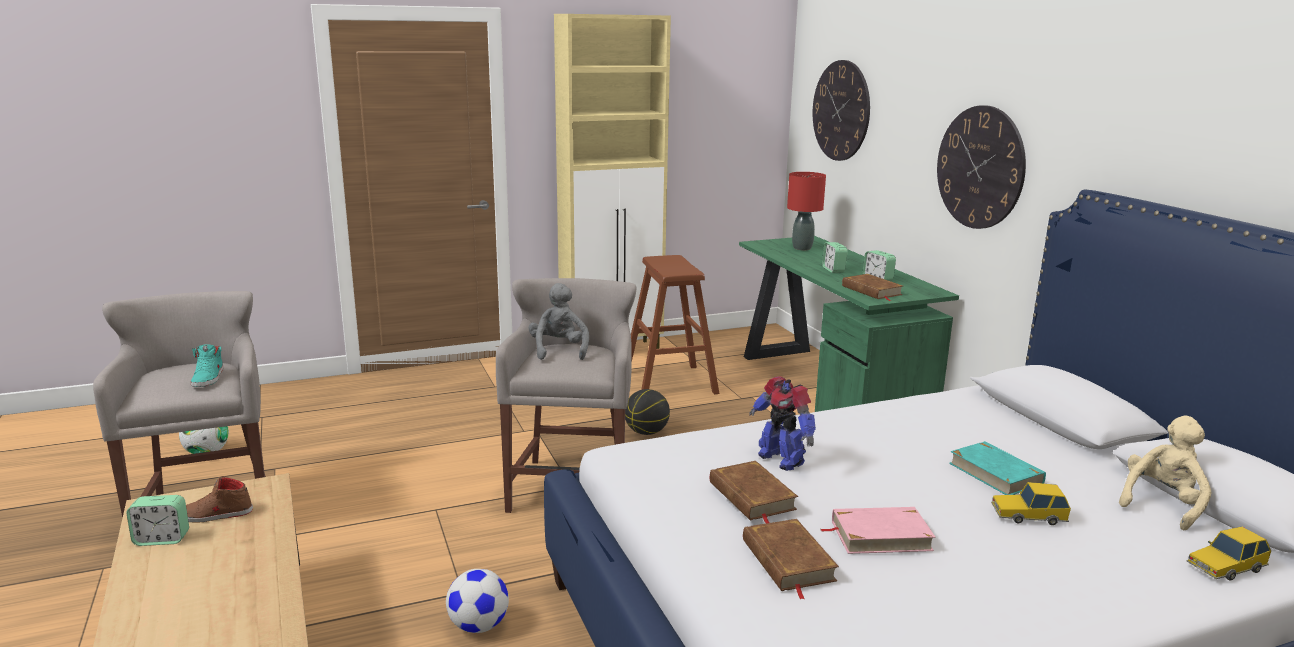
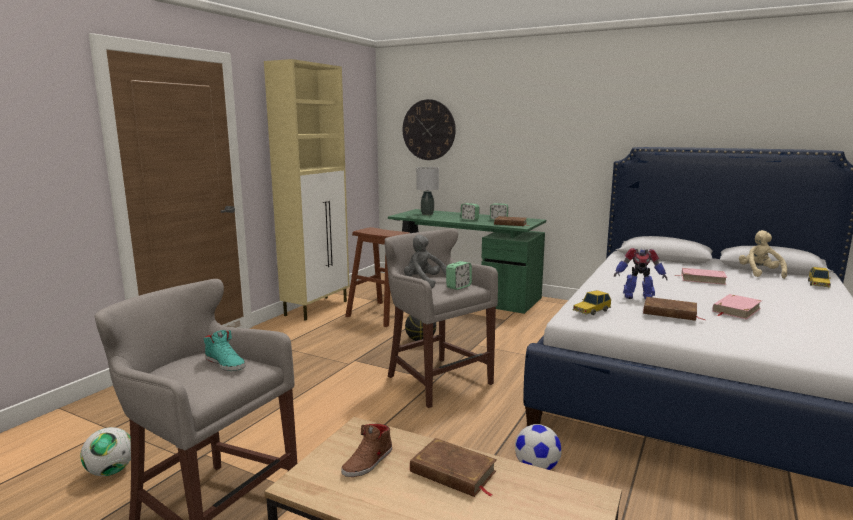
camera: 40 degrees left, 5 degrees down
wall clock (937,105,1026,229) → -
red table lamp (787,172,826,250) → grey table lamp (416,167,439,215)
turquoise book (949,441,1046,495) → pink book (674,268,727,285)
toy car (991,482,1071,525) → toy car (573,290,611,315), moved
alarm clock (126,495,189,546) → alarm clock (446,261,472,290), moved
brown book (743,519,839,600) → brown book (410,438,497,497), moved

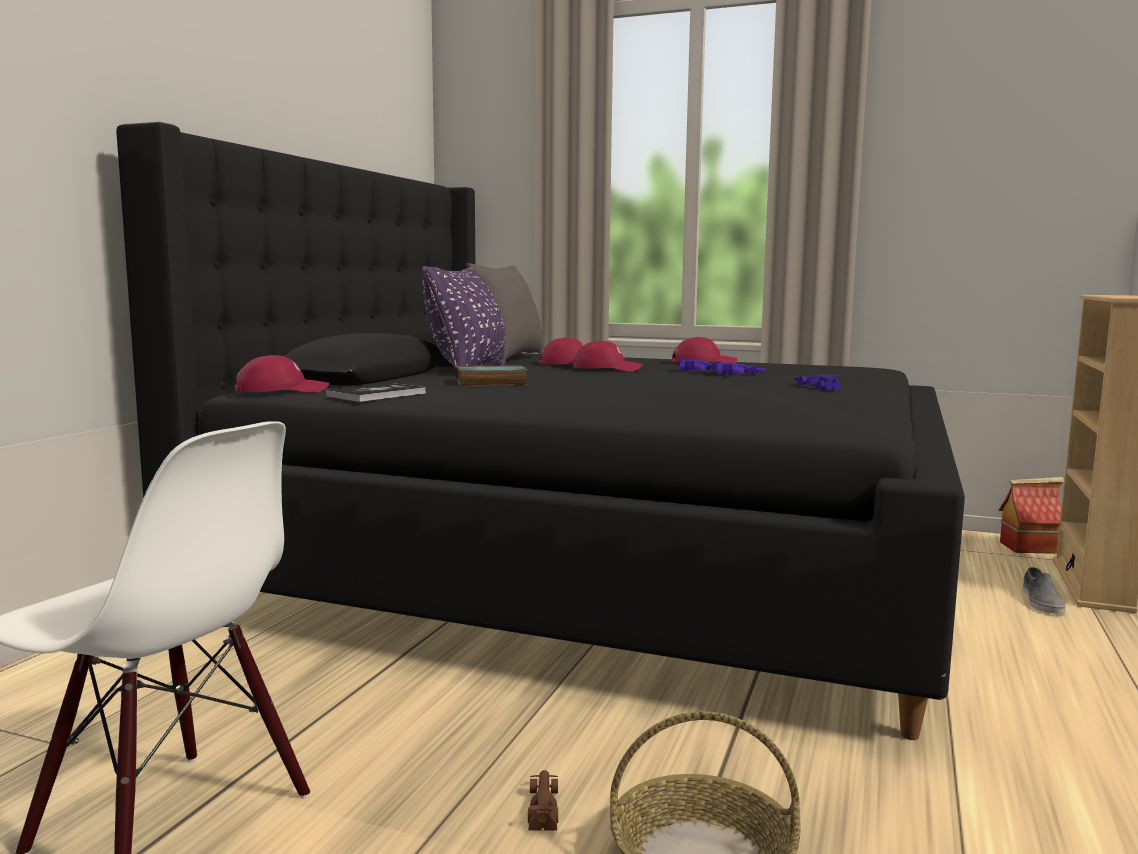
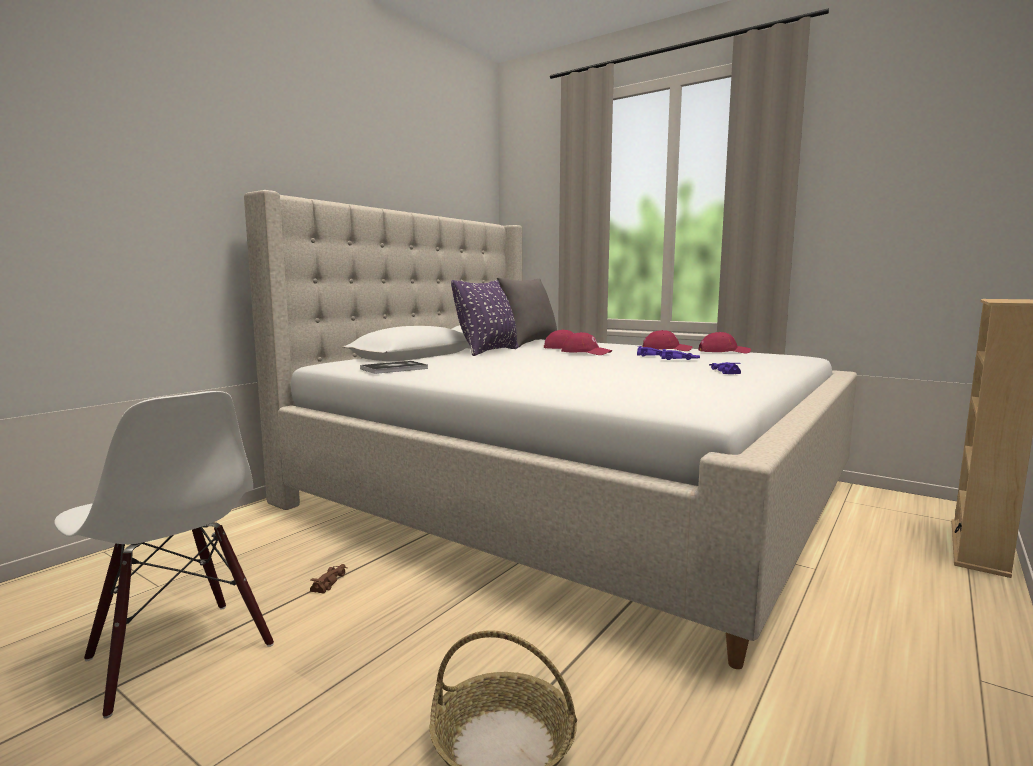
camera: 15 degrees right, 0 degrees up
black bed (116,122,965,740) → beige bed (244,190,857,669)
red cap (235,355,330,393) → red cap (698,332,751,353), moved
book (456,365,528,386) → -
toy house (999,477,1064,554) → -
grey shoe (1023,567,1066,614) → -
brown toy car (528,770,559,830) → brown toy car (310,564,347,594), moved

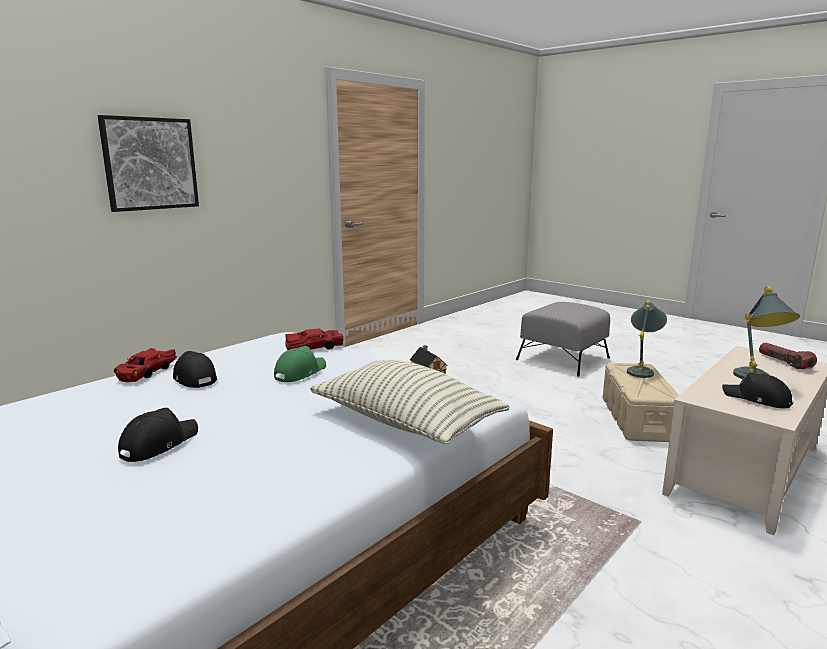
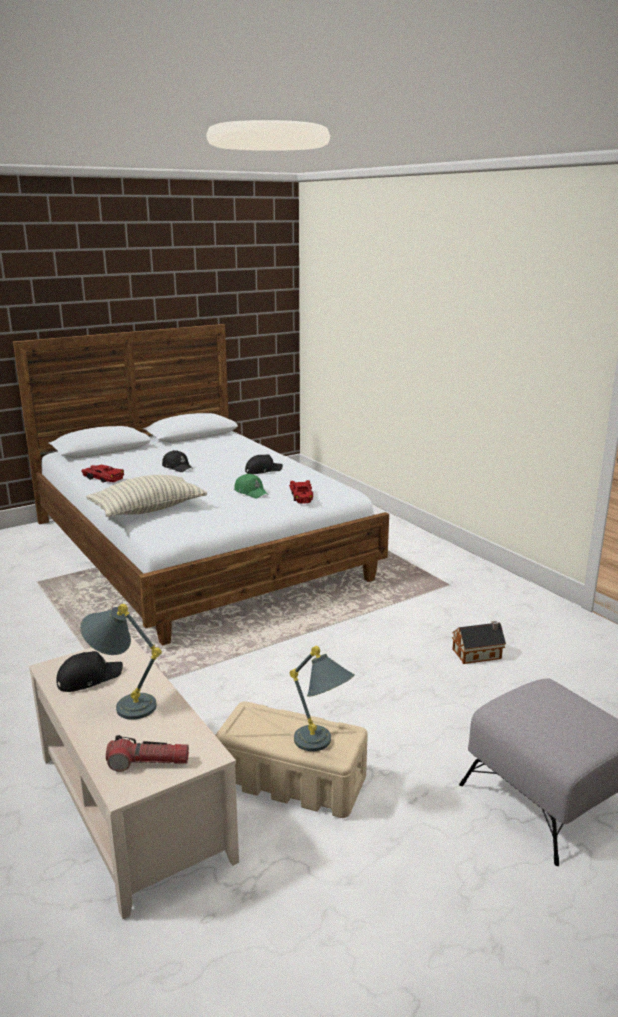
camera: 105 degrees right, 5 degrees up
picture (98,115,199,212) → -
red toy car (114,348,177,382) → red toy car (81,465,124,483), moved

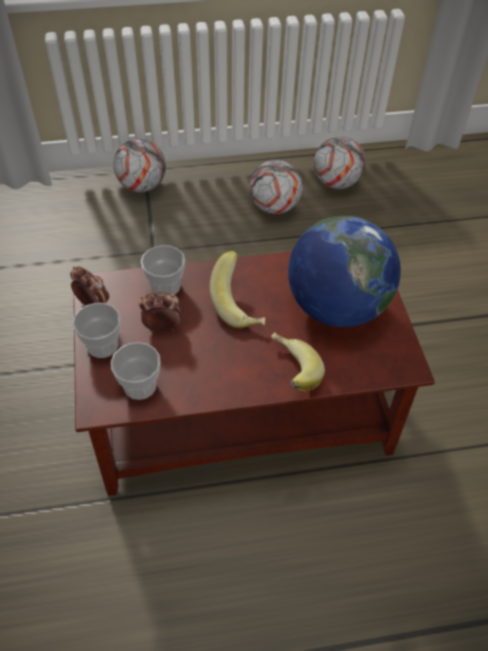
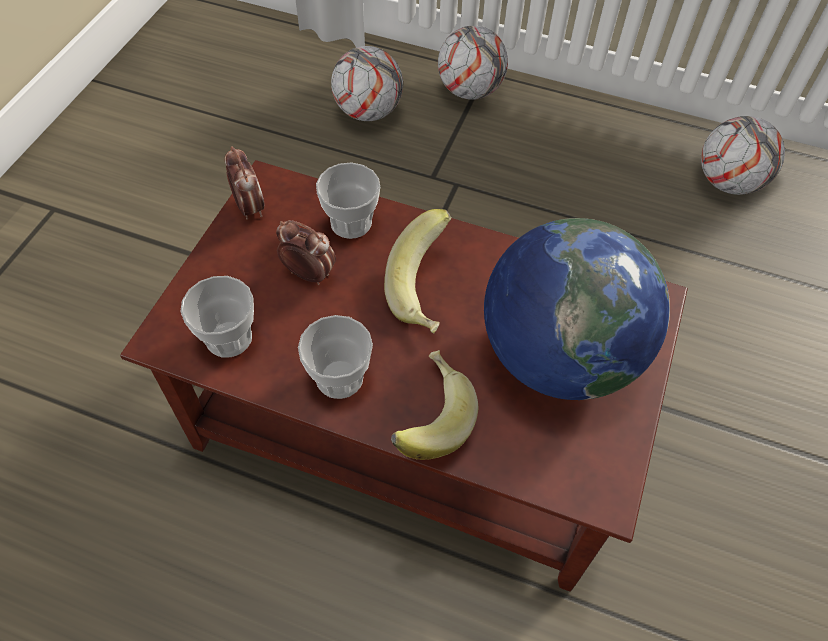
camera: 30 degrees right, 5 degrees up
football (249,160,303,214) → football (331,46,403,121), moved
cup (73,303,121,358) → cup (298,315,373,399), moved

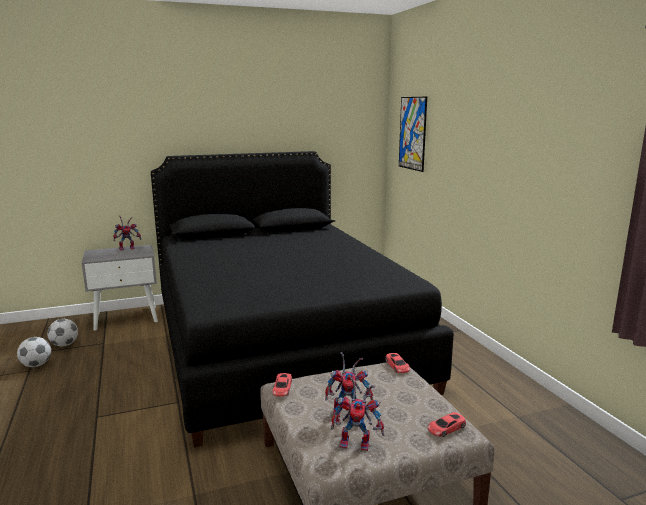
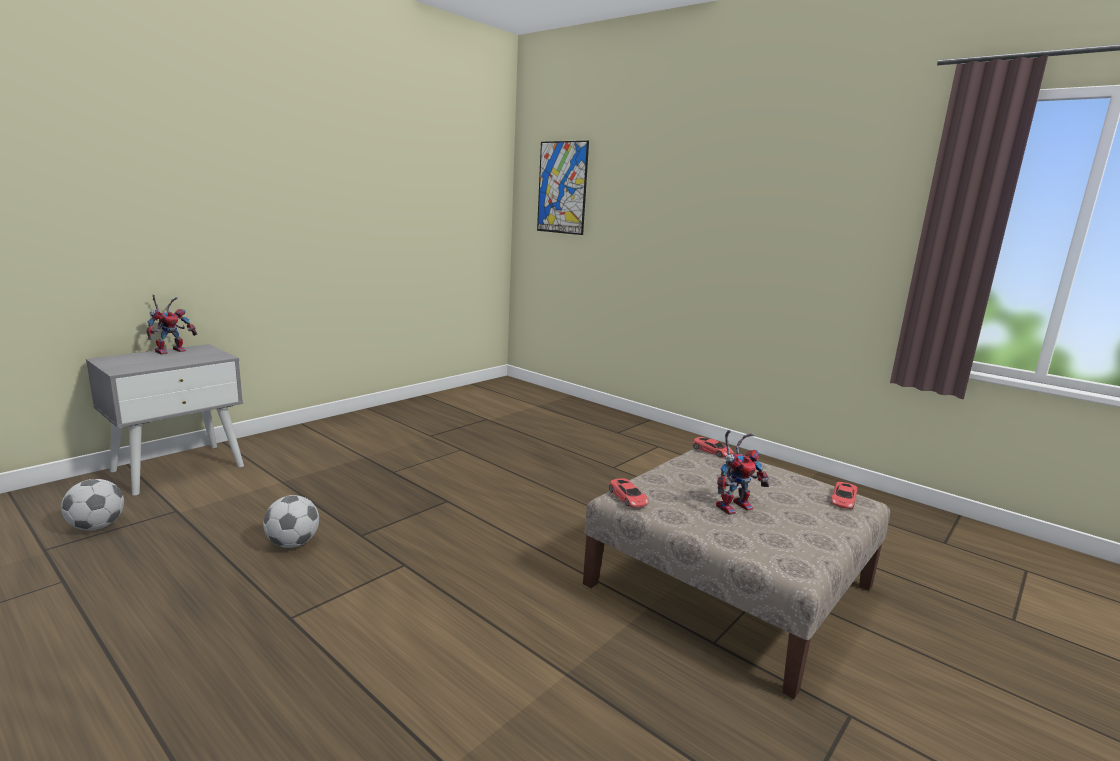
camera: 30 degrees left, 0 degrees up
black bed (151,151,454,447) → -
football (17,337,51,367) → football (263,495,319,548), moved
toy robot (331,377,384,451) → -

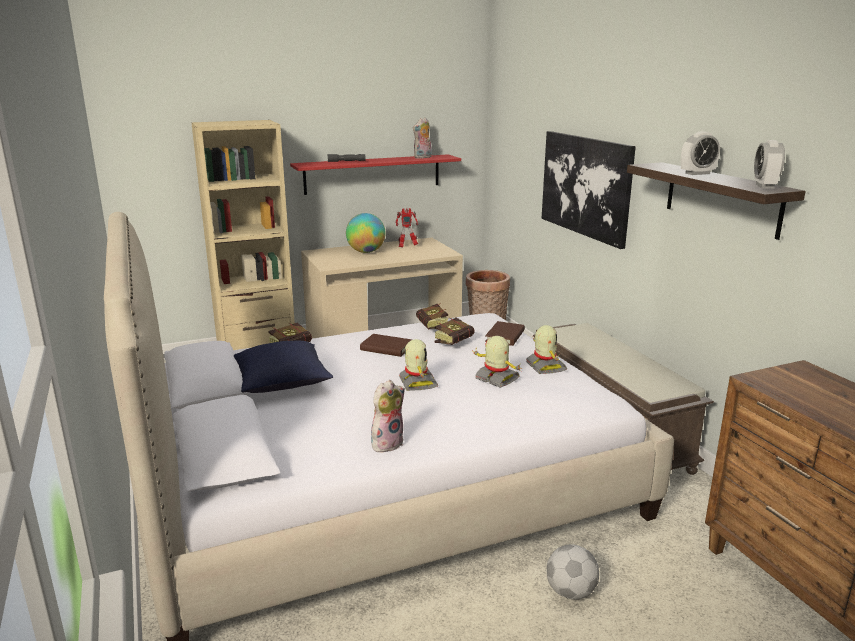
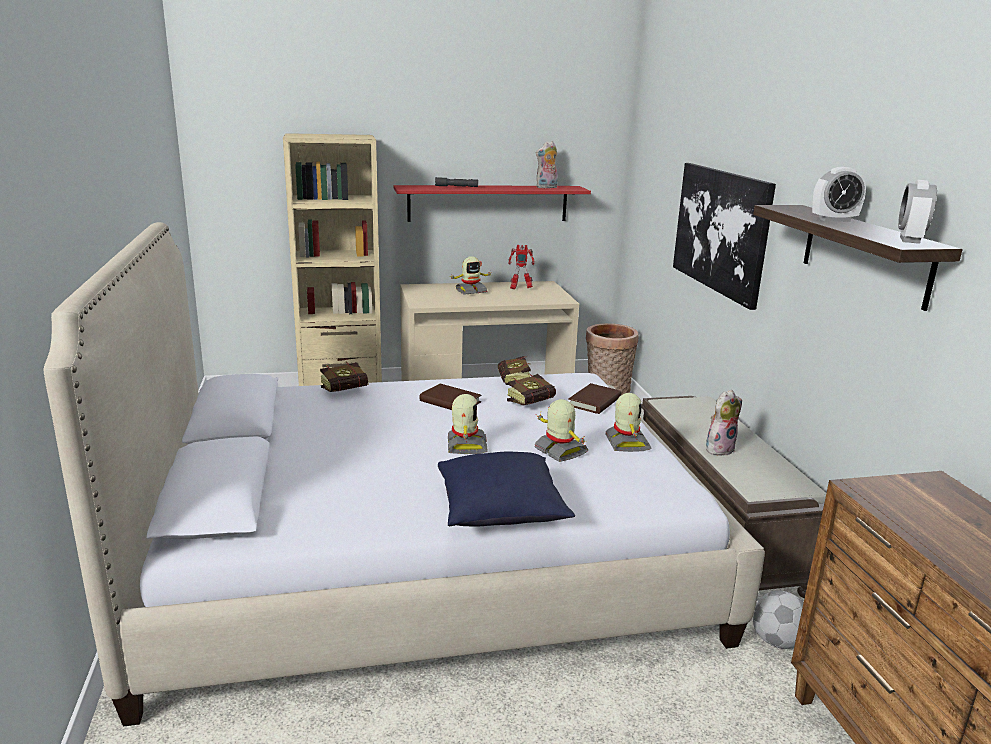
camera: 10 degrees right, 0 degrees up
globe (346,213,386,253) → toy robot (450,256,492,294)
blue pillow (234,341,333,393) → blue pillow (438,452,575,527), moved
plush toy (371,380,405,452) → plush toy (706,390,742,456), moved
football (547,544,599,600) → football (753,591,804,649), moved

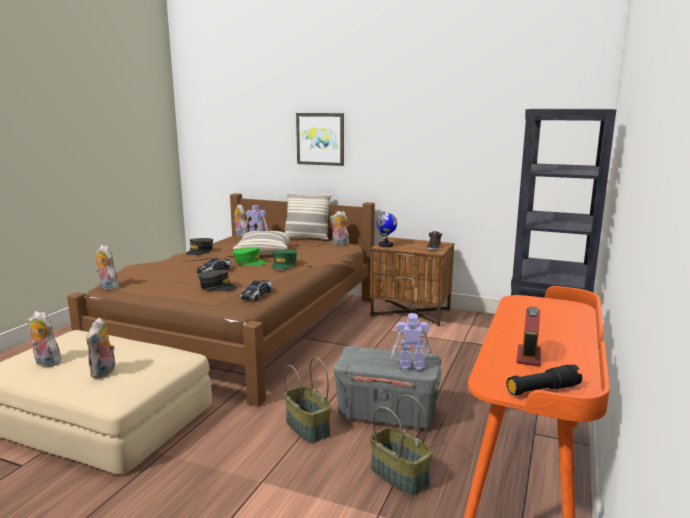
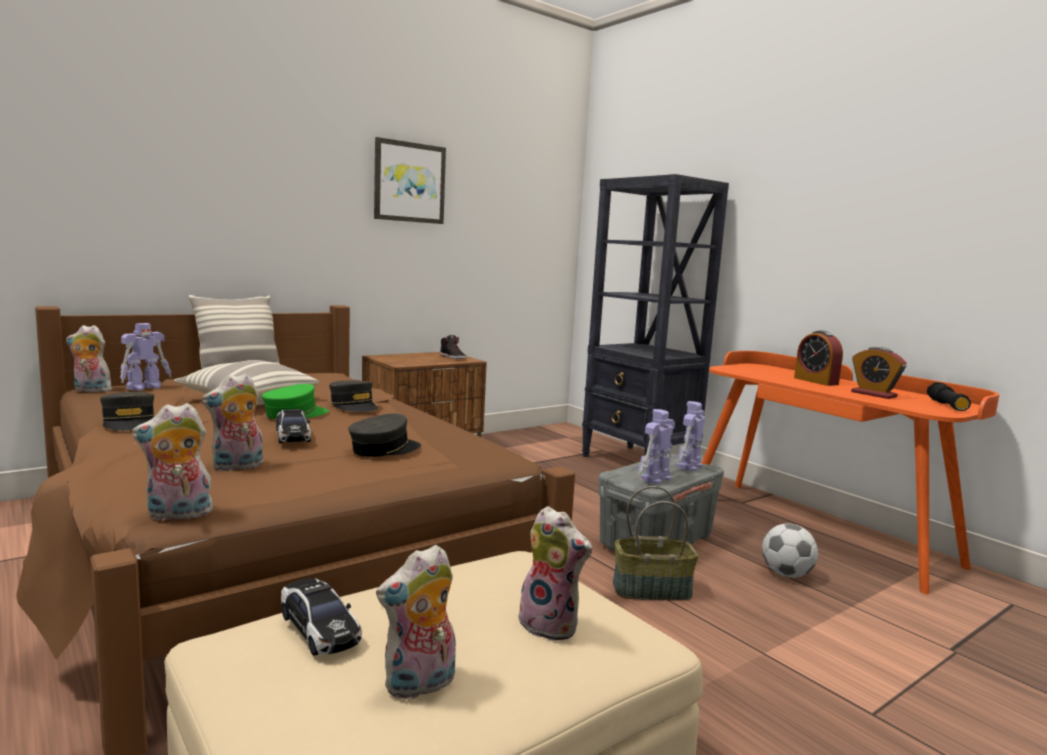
camera: 60 degrees left, 5 degrees down
picture (296,113,344,166) → picture (374,137,446,224), moved
plush toy (330,211,349,245) → plush toy (202,373,263,472), moved
globe (376,211,397,247) → -
green cap (272,249,297,269) → grey cap (329,381,378,412)
toy car (240,280,272,301) → toy car (281,578,362,656), moved
basket (370,395,433,496) → football (762,523,818,578)
- → alarm clock (794,331,843,386)
- → toy robot (638,409,675,484)

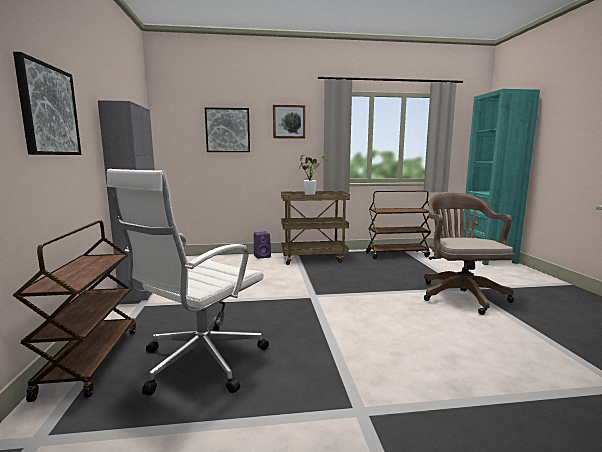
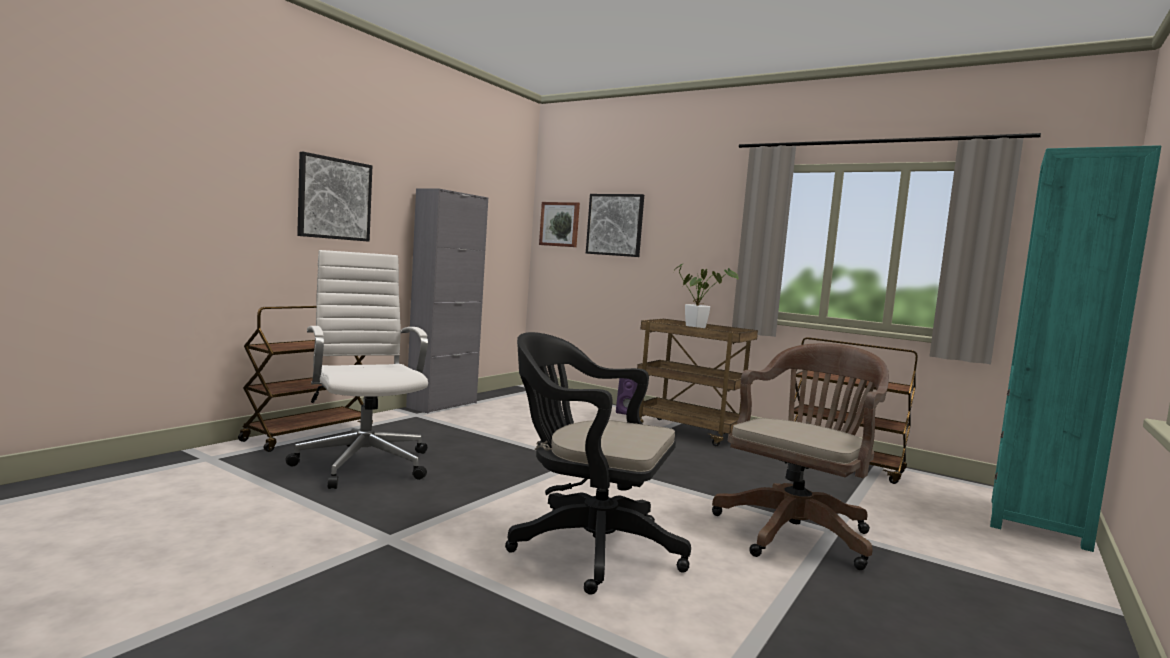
camera: 40 degrees right, 5 degrees down
picture (273,105,305,139) → picture (539,202,580,247), moved
white office chair (107,169,269,395) → white office chair (285,250,428,489), 75 degrees clockwise
- → black office chair (505,332,691,595)

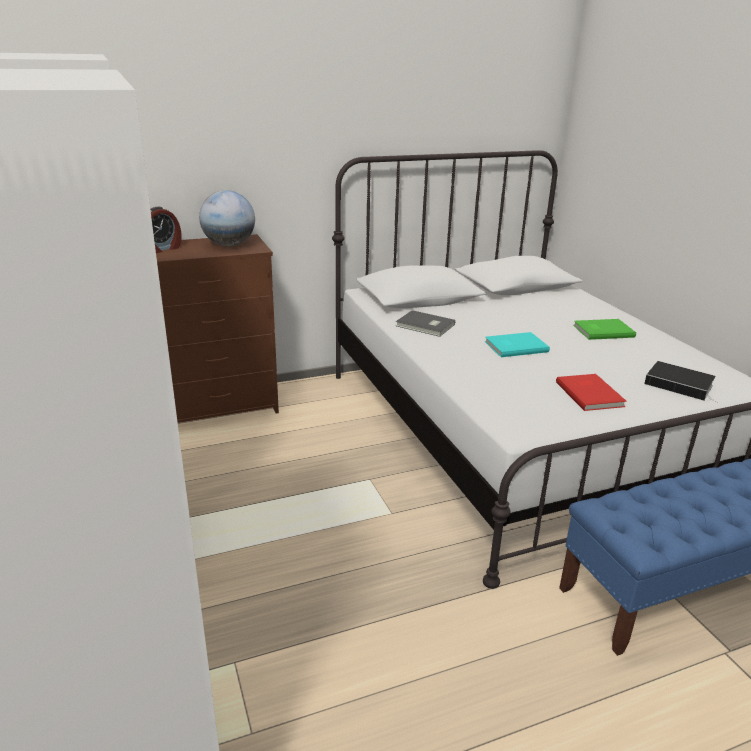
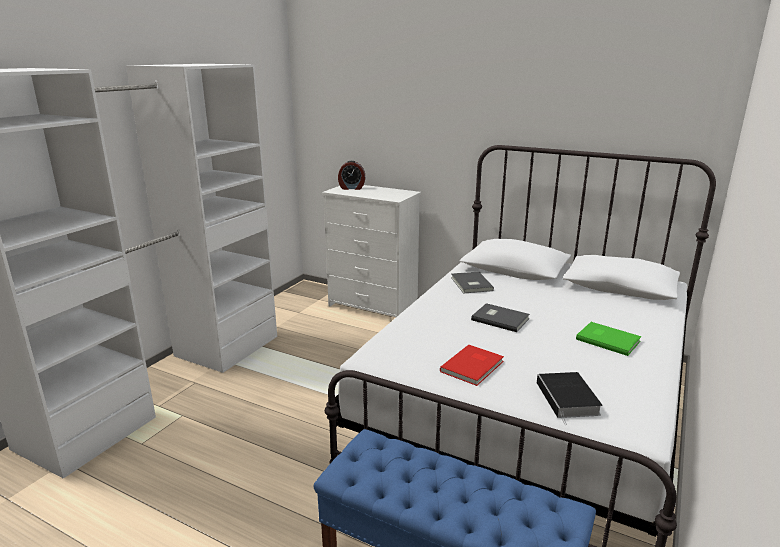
camera: 50 degrees right, 5 degrees down
globe (199,190,255,246) → -
brown dresser (156,234,279,423) → white dresser (322,185,421,317)
turquoise book (485,332,550,357) → grey book (471,303,530,332)

